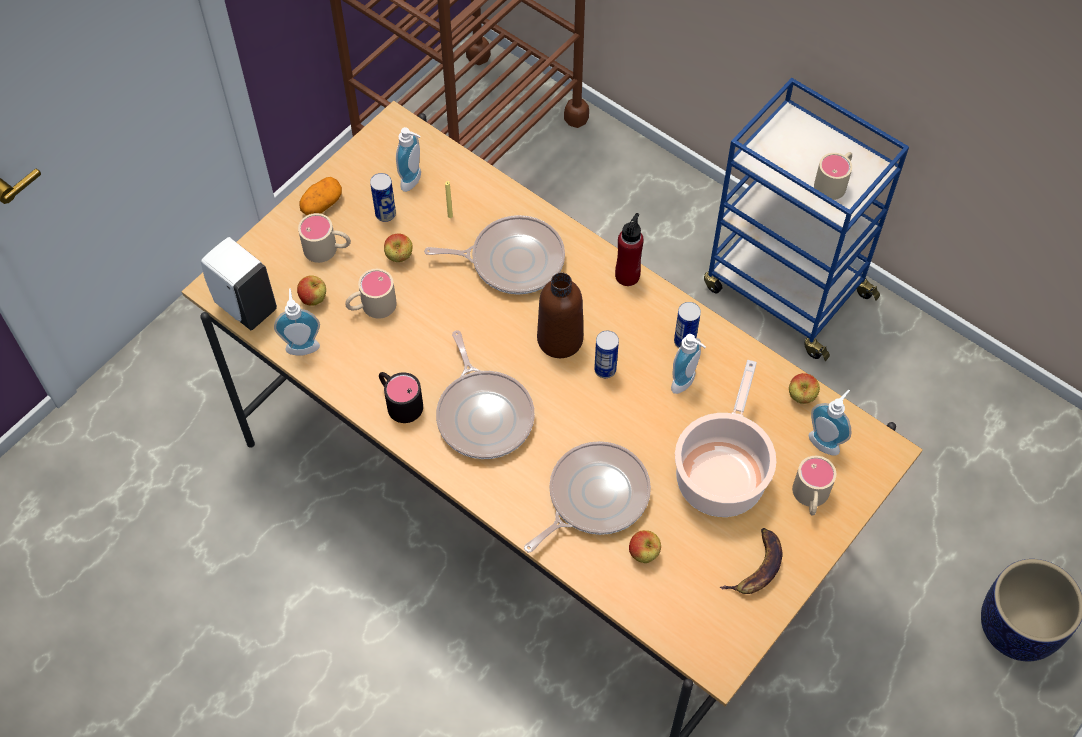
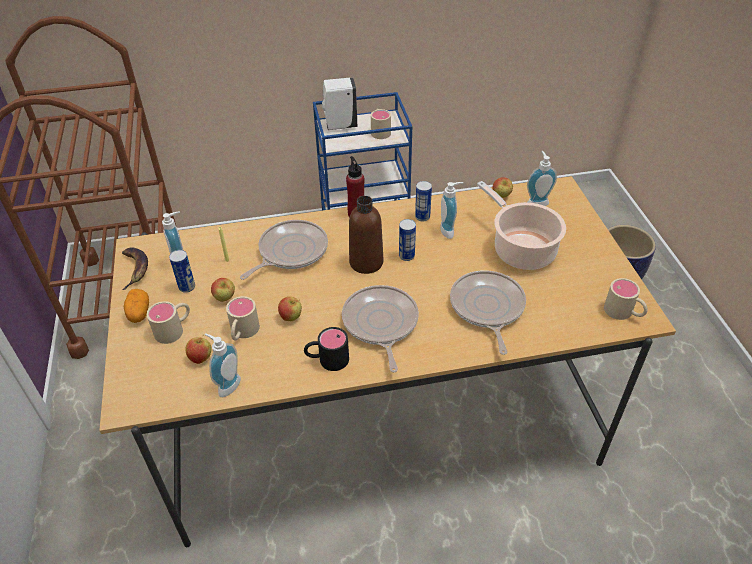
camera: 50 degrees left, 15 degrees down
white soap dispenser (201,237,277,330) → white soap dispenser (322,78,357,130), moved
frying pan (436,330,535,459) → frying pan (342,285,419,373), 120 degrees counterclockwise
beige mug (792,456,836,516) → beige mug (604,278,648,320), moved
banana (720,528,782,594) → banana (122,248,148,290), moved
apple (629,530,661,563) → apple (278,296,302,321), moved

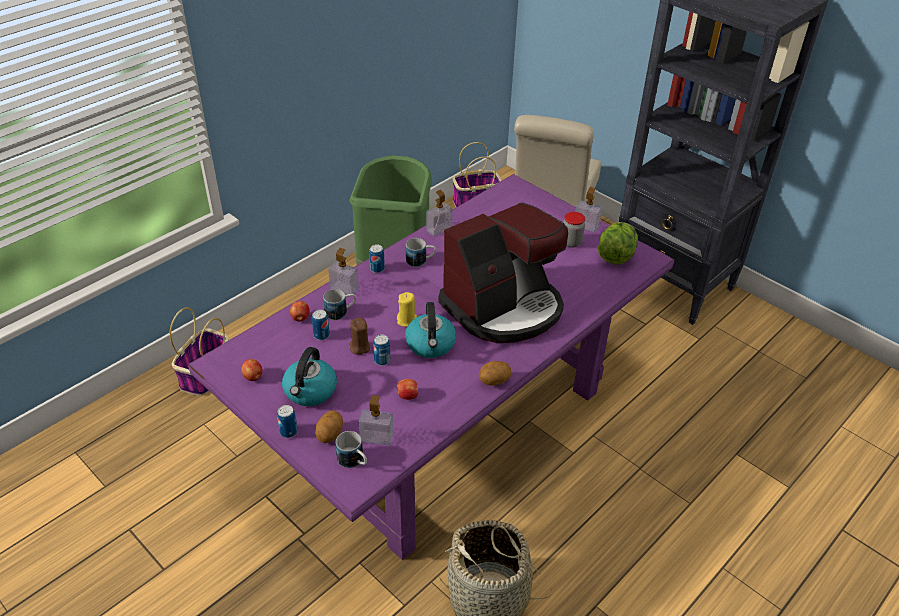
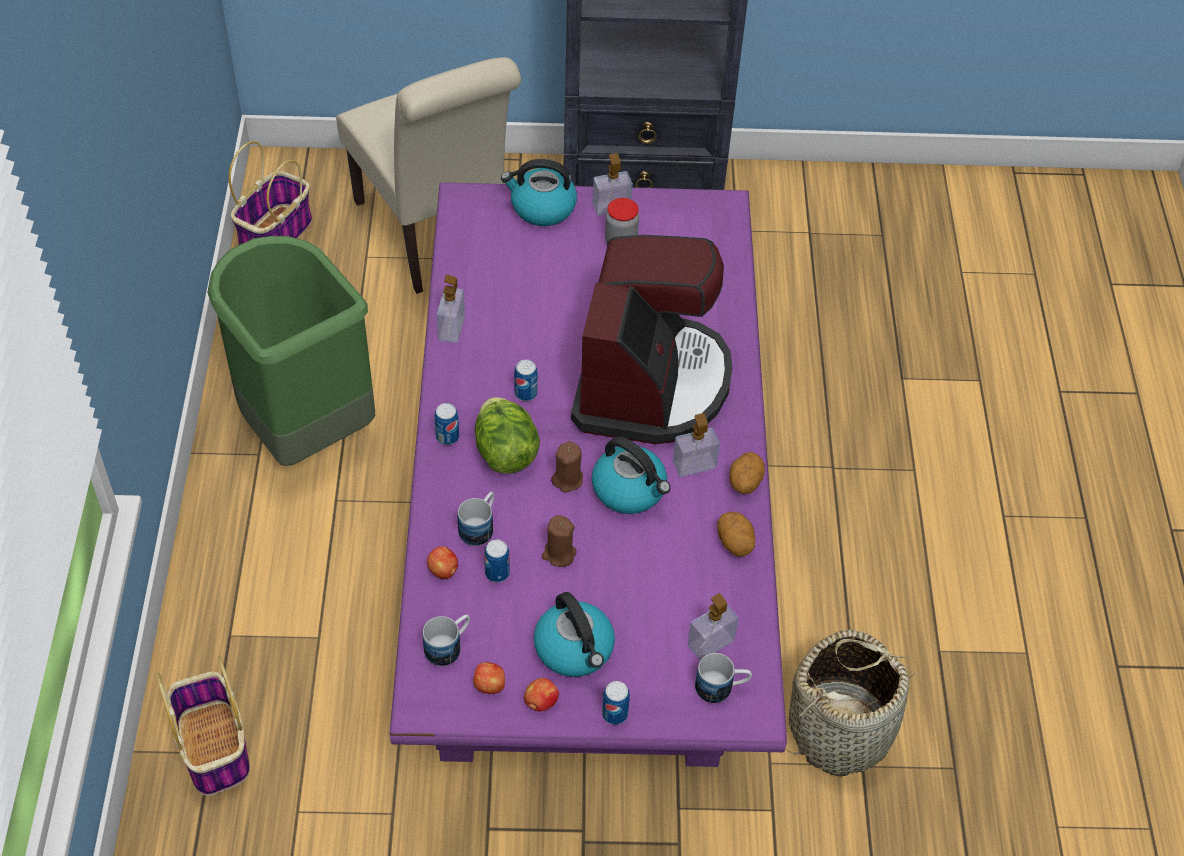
camera: 45 degrees left, 10 degrees up
lettuce (598,222,638,265) → lettuce (475,397,540,474), moved
mug (406,238,436,267) → mug (423,614,470,666), moved
soap dispenser (328,248,359,294) → soap dispenser (673,413,720,477), moved
yellow candle (397,292,417,327) → brown candle (551,441,583,492)
can (373,334,390,366) → can (514,360,538,401), moved
apple (397,379,418,400) → apple (524,678,559,711), moved
potato (315,410,343,443) → potato (717,512,755,557), moved
- → kettle (501,159,577,226)

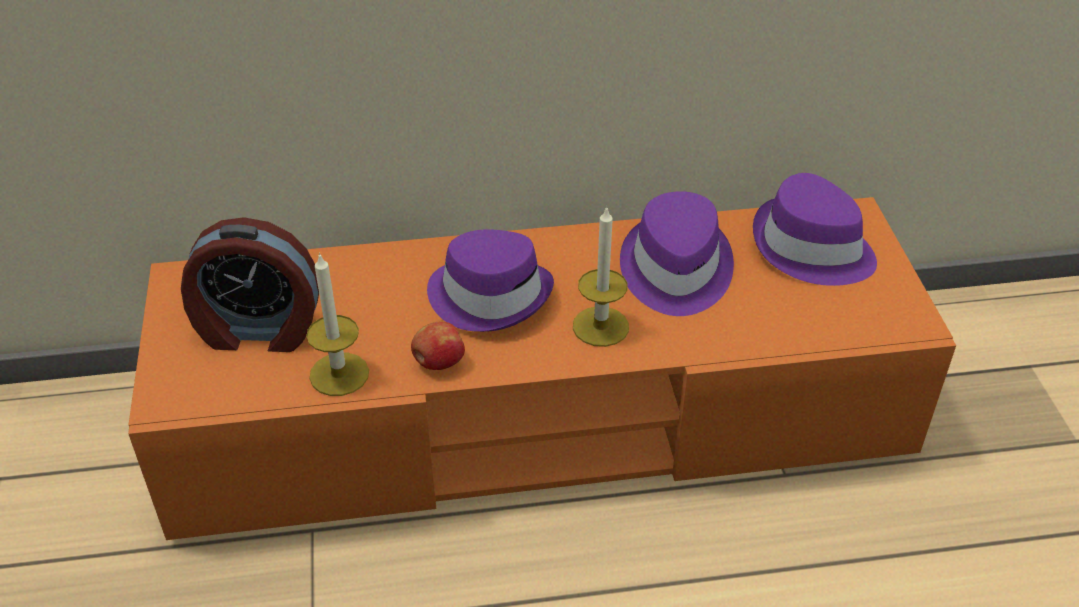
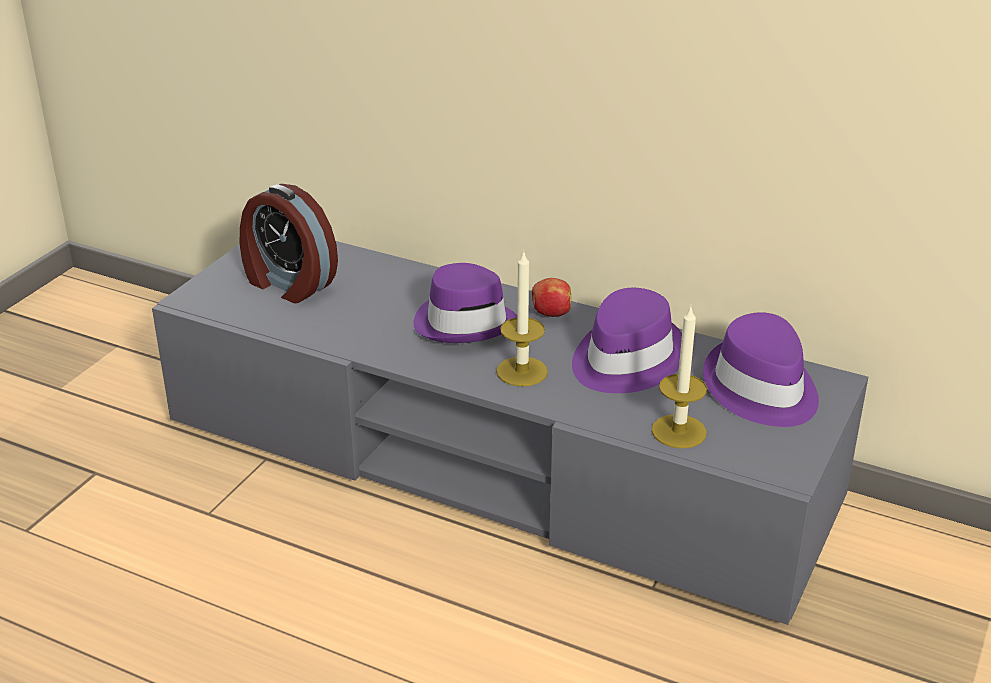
camera: 35 degrees right, 10 degrees down
orange tv stand (128,197,956,540) → grey tv stand (152,241,868,625)
candle (306,252,369,396) → candle (651,306,707,449), moved
apple (411,321,465,370) → apple (532,278,571,317), moved

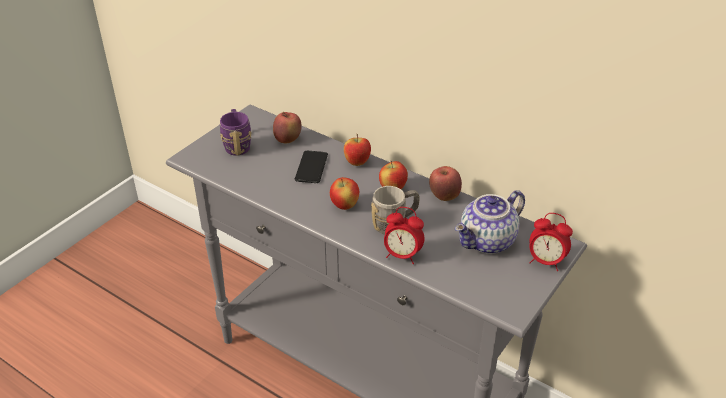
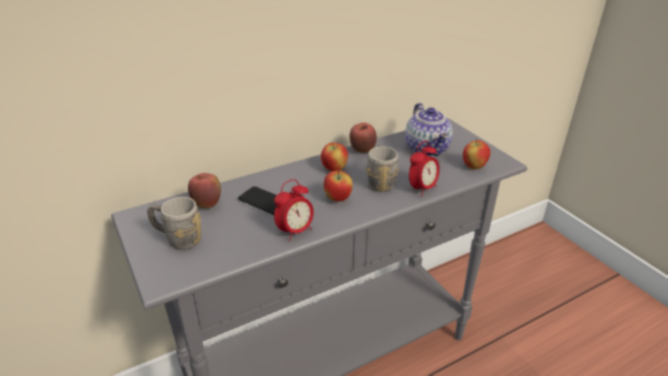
camera: 65 degrees left, 5 degrees down
purple mug (220,109,252,156) → grey mug (147,197,202,250)
apple (344,134,371,166) → apple (463,139,490,169), moved
alarm clock (529,213,573,271) → alarm clock (274,179,314,241), moved

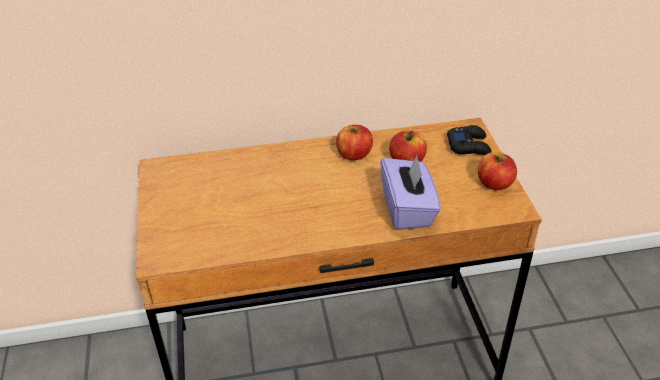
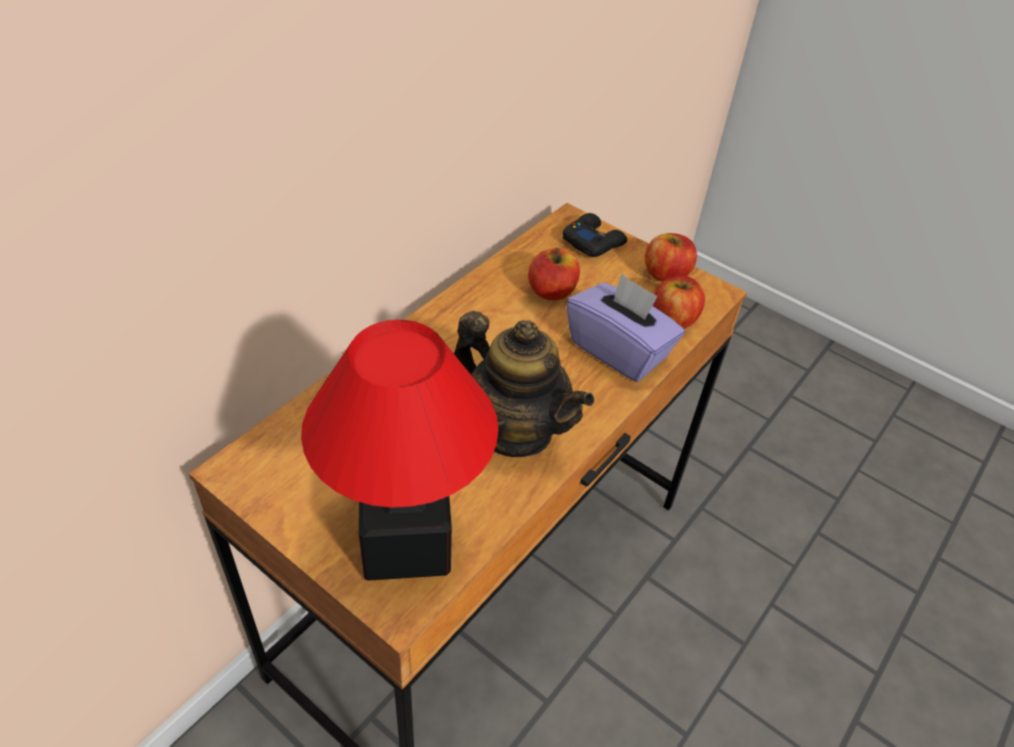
camera: 45 degrees left, 5 degrees up
apple (336,125,373,160) → apple (653,276,705,329), moved
- → teapot (454,311,594,457)
- → table lamp (301,320,499,581)

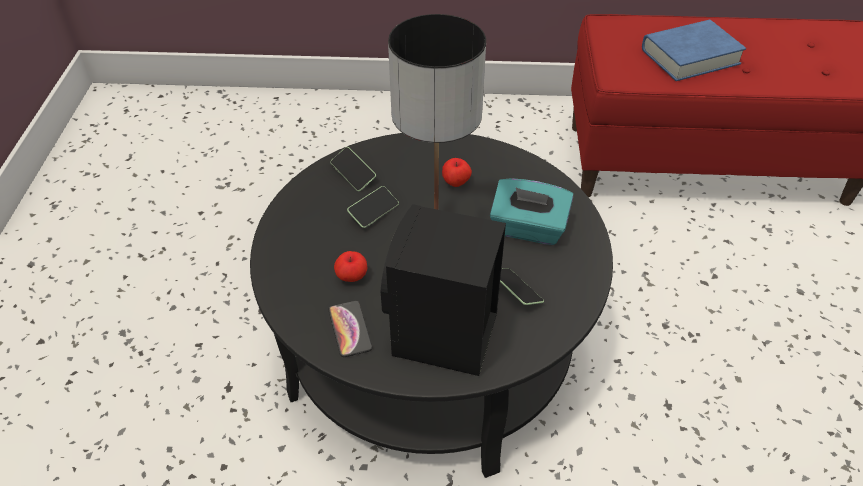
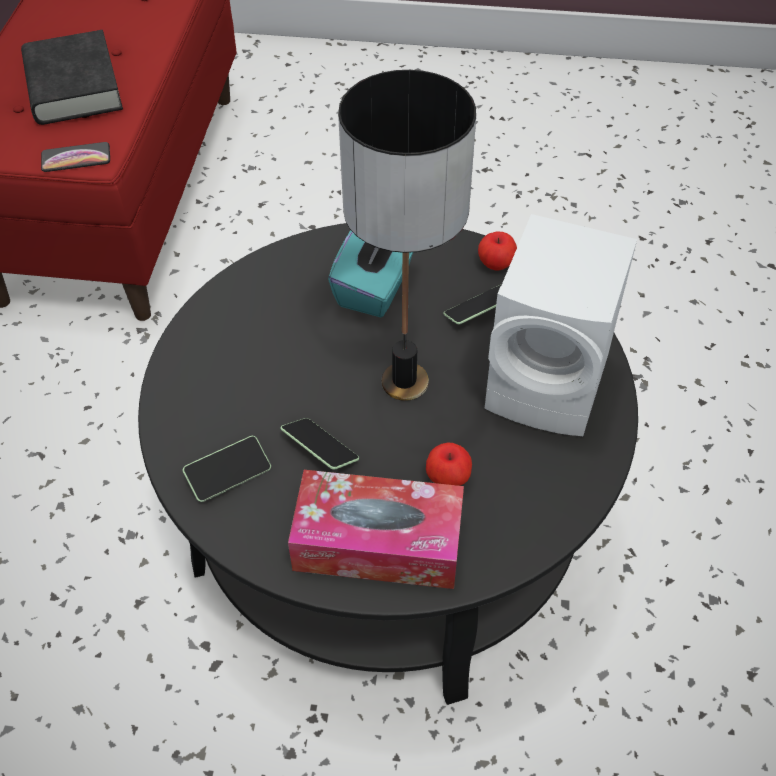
camera: 85 degrees left, 5 degrees up
blue book (642,20,746,81) → black book (21,30,123,125)
apple (442,158,472,187) → apple (478,232,517,271), moved
black speaker (381,204,506,376) → white speaker (485,214,637,436)
phone (329,301,372,357) → phone (41,142,110,172), moved
- → tissue box (288,470,464,589)

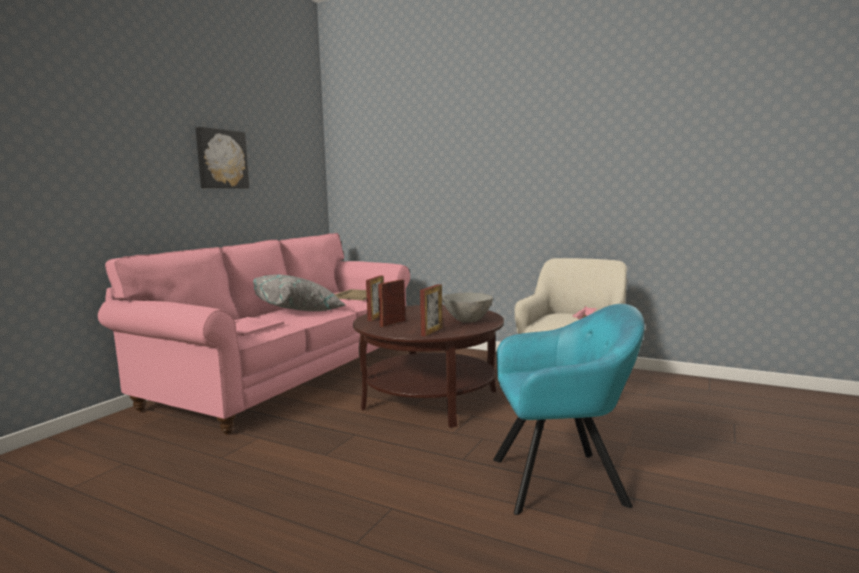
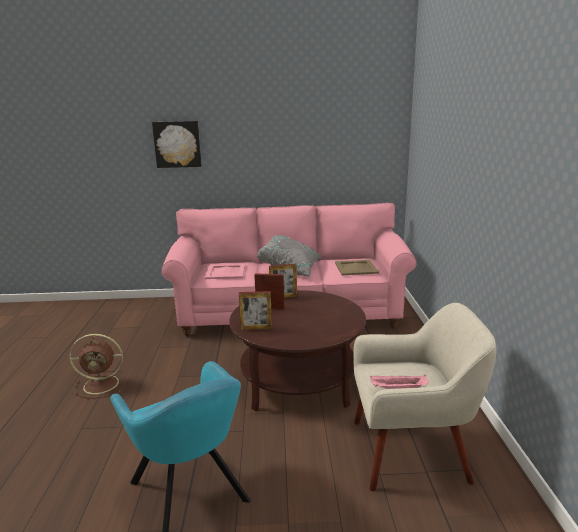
camera: 60 degrees right, 10 degrees up
picture (196,127,249,188) → picture (152,121,202,168), moved
grey bowl (442,293,493,323) → -
- → brown fan (69,334,128,399)

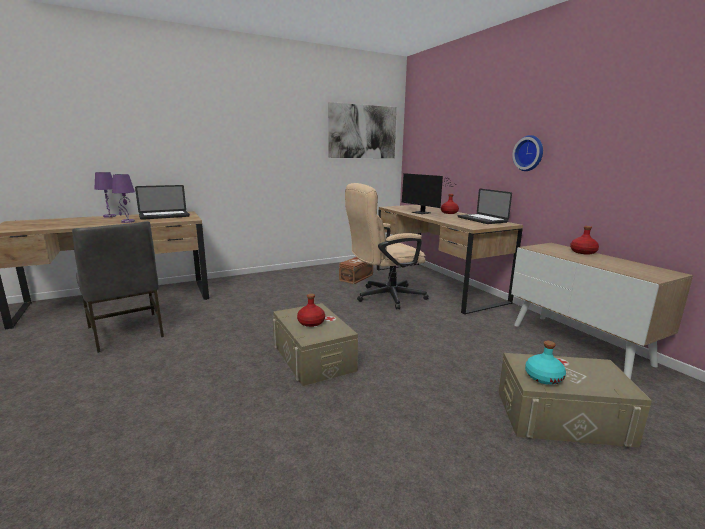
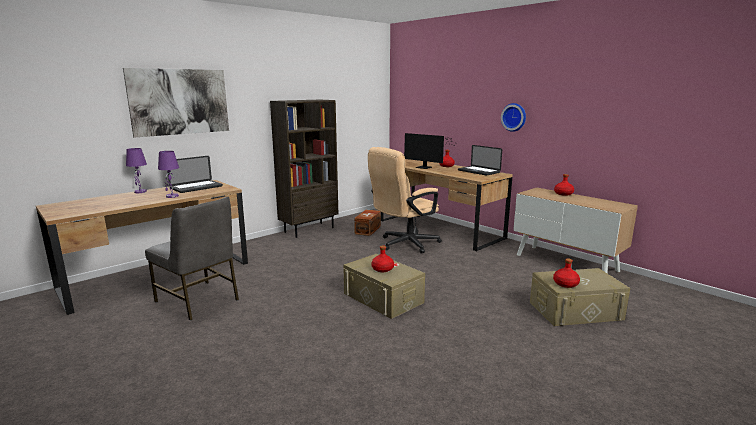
camera: 15 degrees left, 0 degrees up
picture (328,102,397,158) → picture (123,68,229,137), moved
turquoise bottle (525,341,566,385) → red bottle (553,259,580,288)
- → brown bookcase (270,100,338,238)

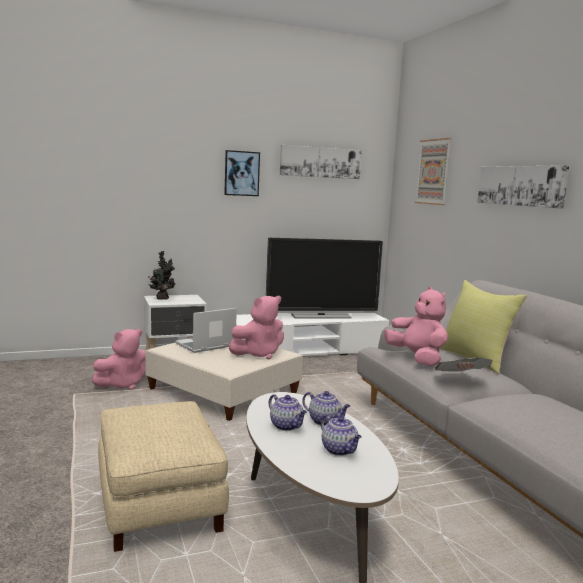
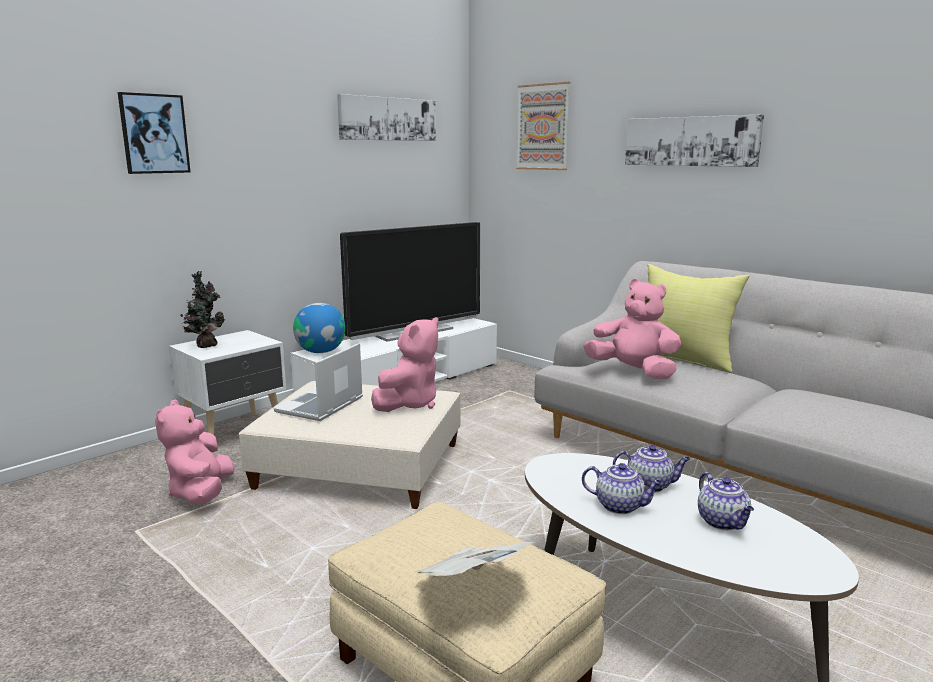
camera: 25 degrees left, 5 degrees up
picture (224,150,260,196) → picture (118,92,191,174), moved
pink plush toy (92,329,146,390) → pink plush toy (155,400,235,505), 150 degrees clockwise
newspaper (435,358,493,372) → newspaper (415,542,536,576), moved
teapot (321,415,362,456) → teapot (698,472,754,530), 45 degrees clockwise
- → globe (293,303,345,353)

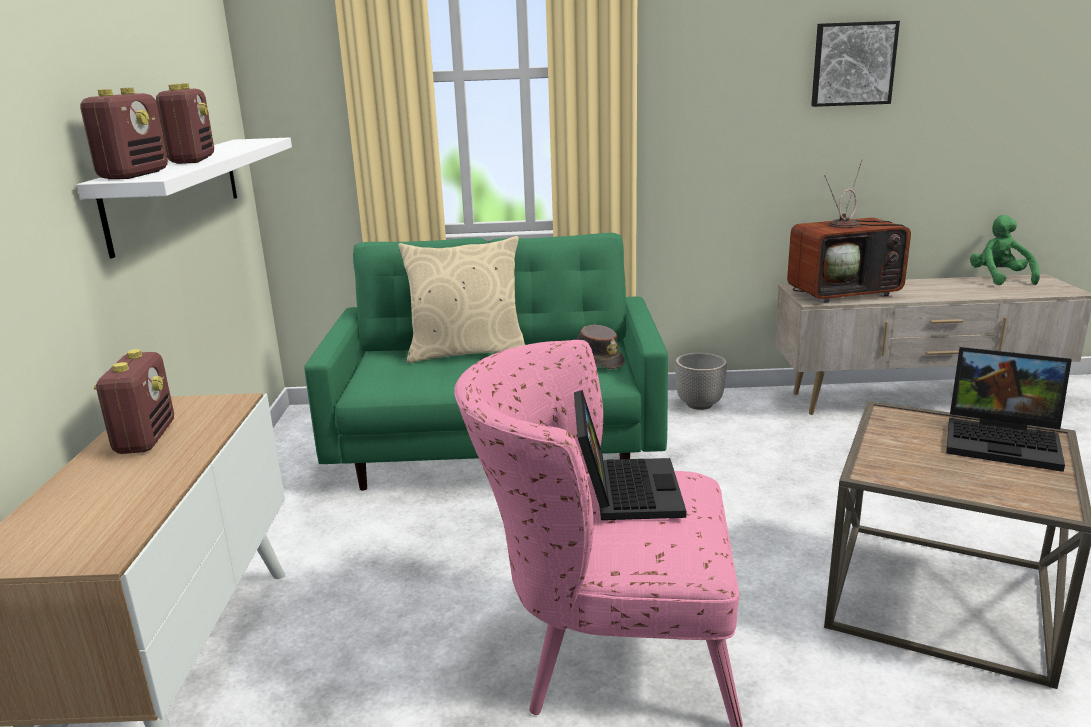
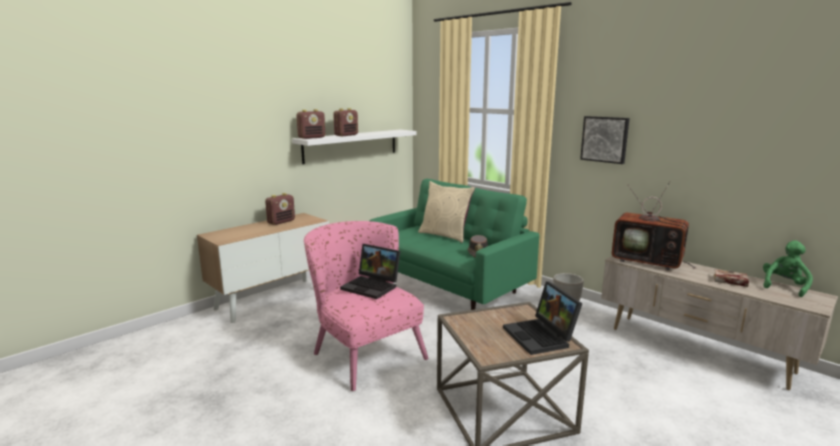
camera: 45 degrees right, 5 degrees down
picture (811,21,900,107) → picture (580,116,629,164), moved
laptop (574,390,686,520) → laptop (340,244,400,299), 75 degrees clockwise
- → book (714,269,749,287)

